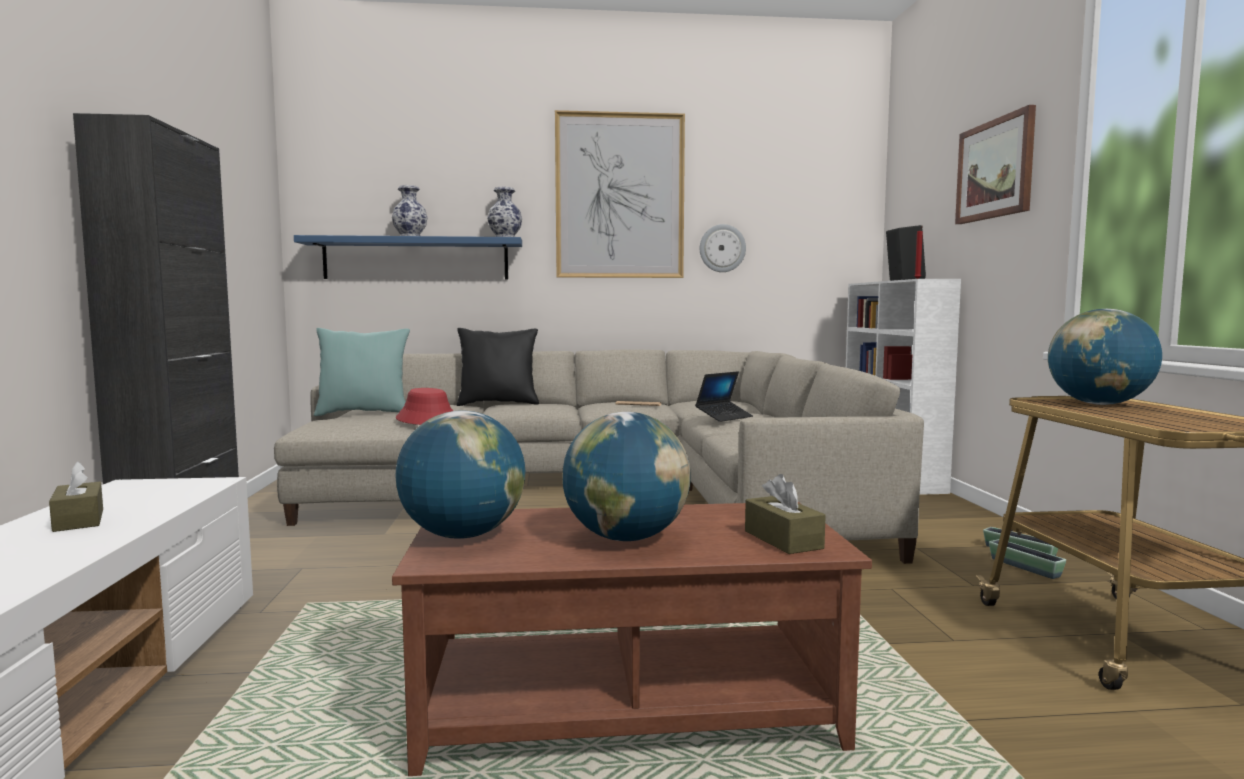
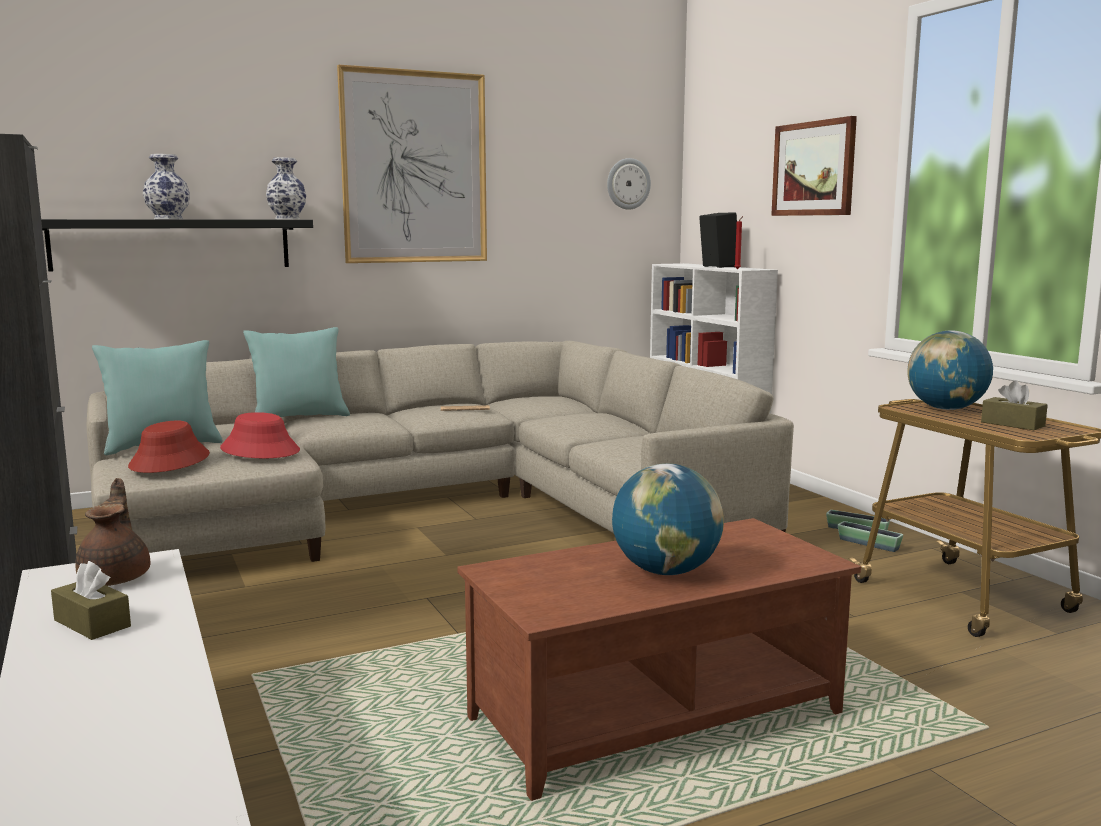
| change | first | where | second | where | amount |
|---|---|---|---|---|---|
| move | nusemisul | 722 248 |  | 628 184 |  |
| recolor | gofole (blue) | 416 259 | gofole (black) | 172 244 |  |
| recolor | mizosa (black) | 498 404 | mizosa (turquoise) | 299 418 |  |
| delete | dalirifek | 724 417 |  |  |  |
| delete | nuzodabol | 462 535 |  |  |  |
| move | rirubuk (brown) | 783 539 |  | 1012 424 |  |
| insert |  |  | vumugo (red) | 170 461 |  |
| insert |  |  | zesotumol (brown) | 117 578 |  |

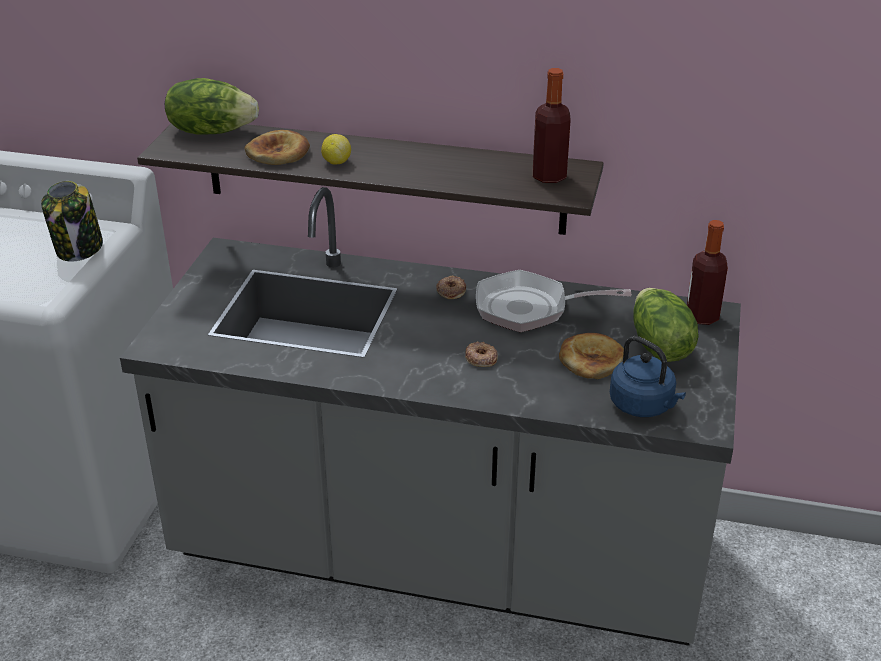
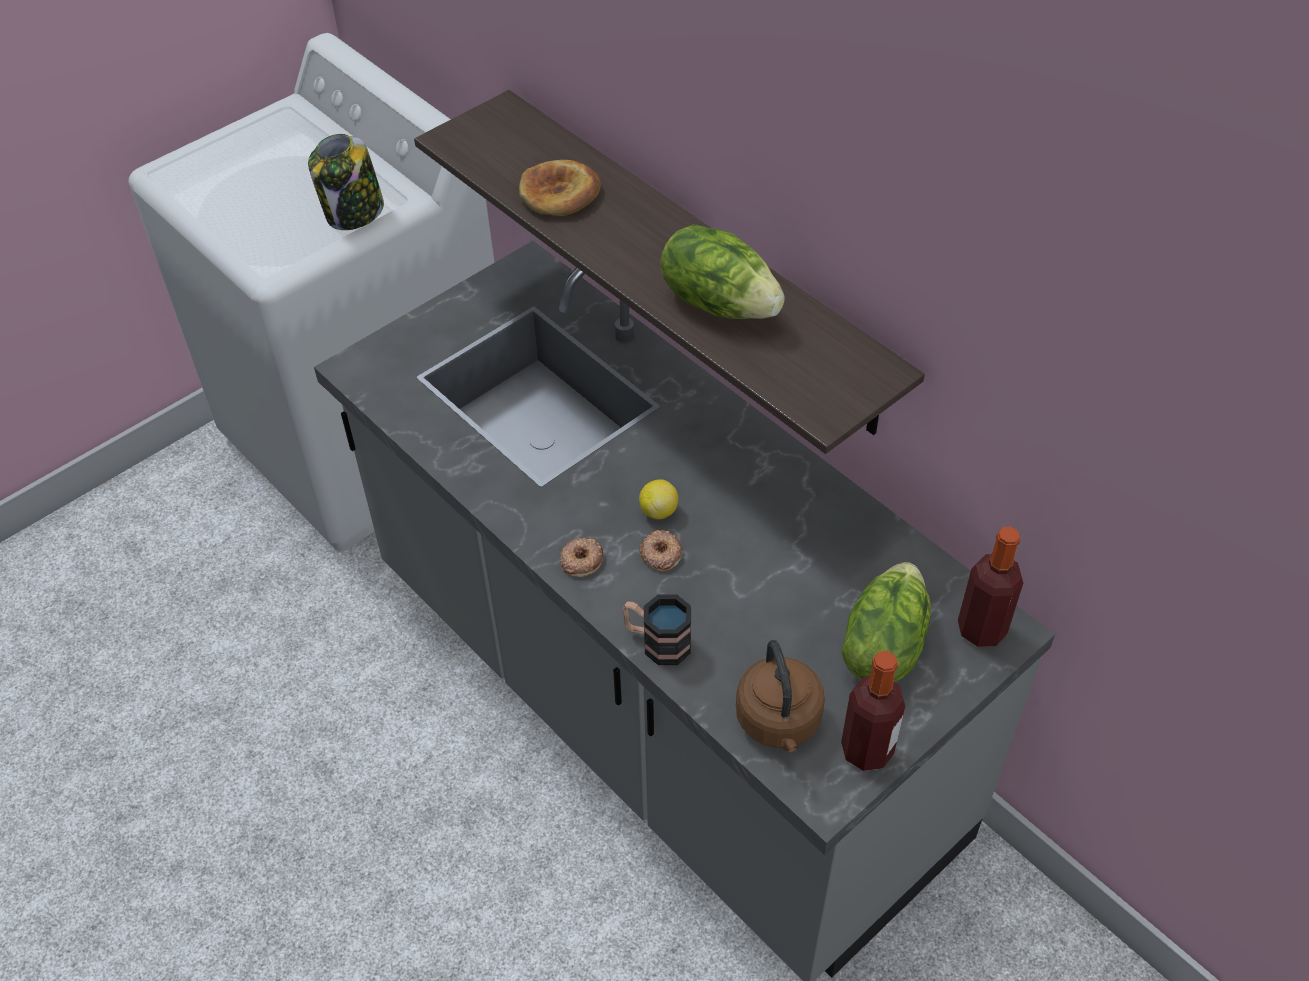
| change | first | where | second | where | amount |
|---|---|---|---|---|---|
| move | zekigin | 549 176 |  | 867 750 |  |
| move | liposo | 211 131 |  | 719 302 |  |
| move | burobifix | 336 162 |  | 658 511 |  |
| delete | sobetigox | 529 308 |  |  |  |
| move | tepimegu | 451 291 |  | 581 560 |  |
| delete | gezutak | 591 359 |  |  |  |
| recolor | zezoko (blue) | 644 406 | zezoko (brown) | 779 722 |  |
| insert |  |  | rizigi | 657 642 |  |

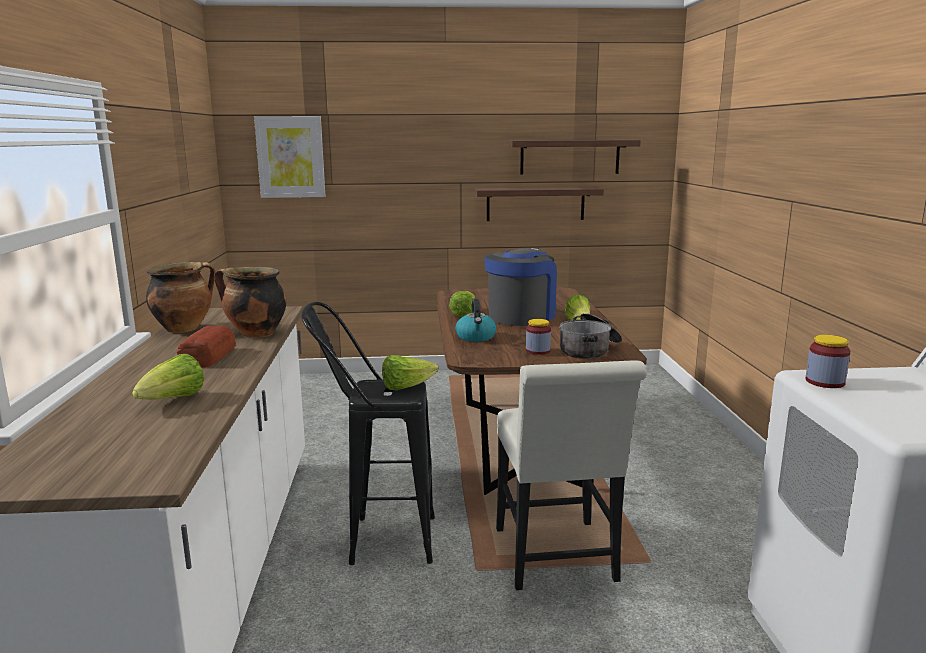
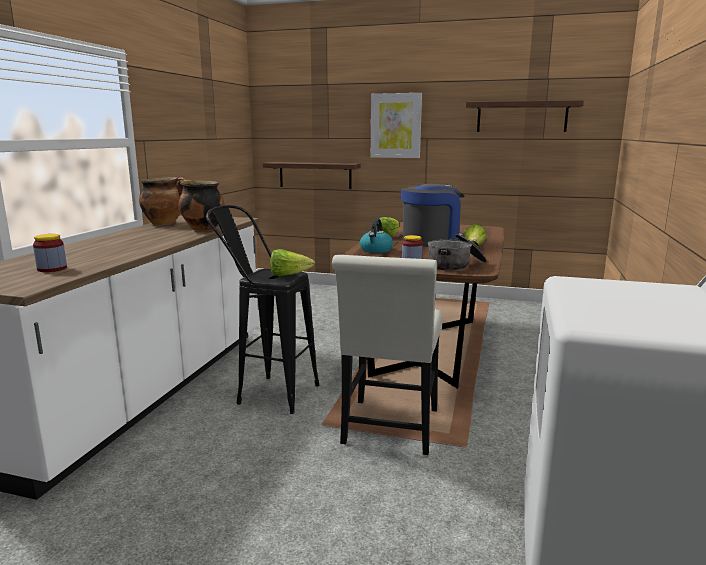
| change | first | where | second | where | amount |
|---|---|---|---|---|---|
| move | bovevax | 290 157 |  | 395 126 |  |
| move | gofole | 535 204 |  | 315 175 |  |
| delete | gezutak | 209 356 |  |  |  |
| move | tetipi | 825 382 |  | 52 269 |  |
| delete | liposo | 173 400 |  |  |  |

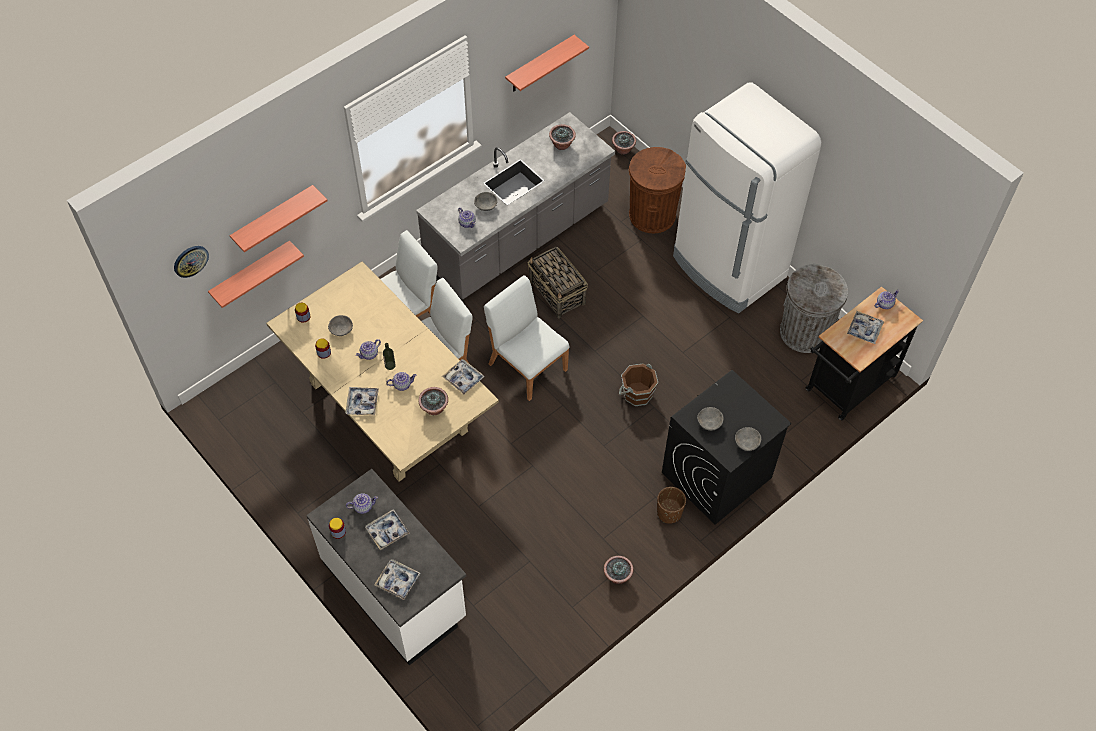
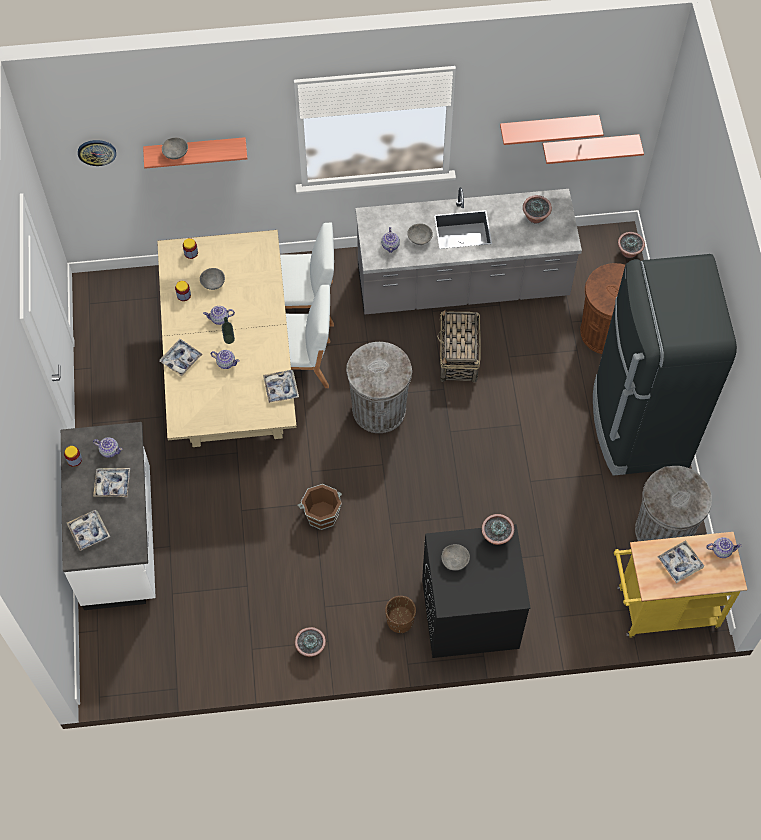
| change | first | where | second | where | amount |
|---|---|---|---|---|---|
| recolor | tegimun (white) | 728 268 | tegimun (black) | 638 426 |  |
| move | gofole | 251 273 |  | 589 147 |  |
| replace | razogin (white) | 527 366 | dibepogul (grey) | 379 409 |  |
| recolor | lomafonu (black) | 846 387 | lomafonu (yellow) | 661 609 |  |
| move | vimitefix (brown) | 637 393 |  | 321 514 |  |
| move | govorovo | 434 409 |  | 496 536 |  |
| move | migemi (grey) | 747 443 |  | 176 153 |  |

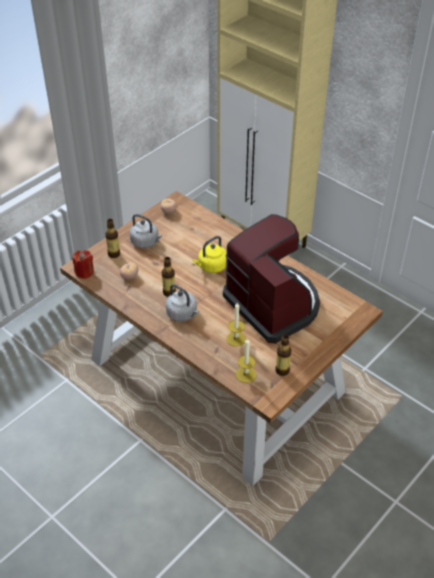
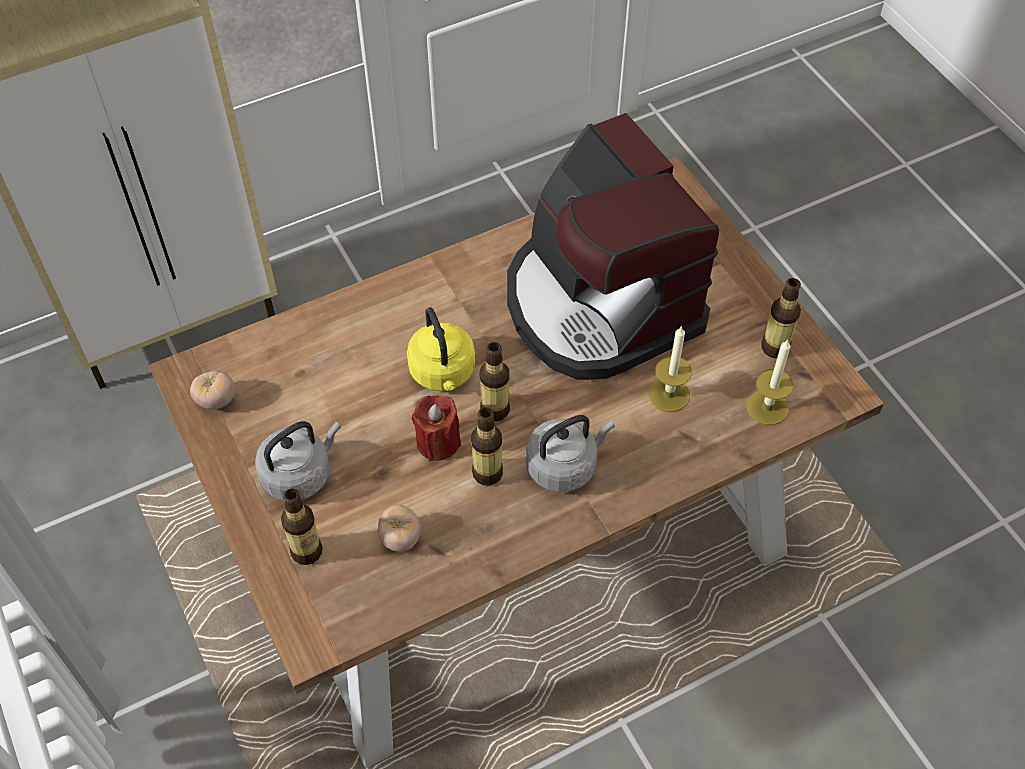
| change | first | where | second | where | amount |
|---|---|---|---|---|---|
| rotate | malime | 273 304 |  | 599 305 | 105 degrees counterclockwise |
| move | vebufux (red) | 84 272 |  | 438 442 |  |
| insert |  |  | zekigin | 495 410 |  |

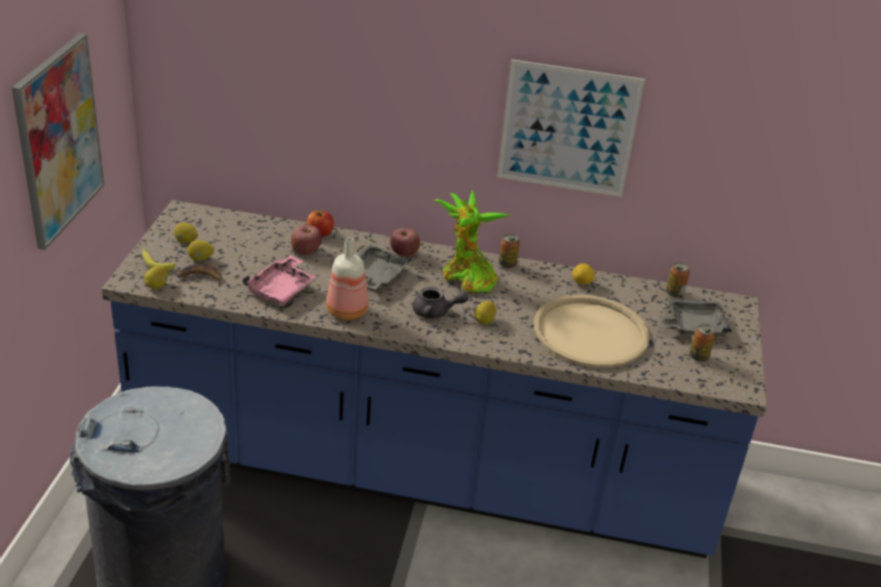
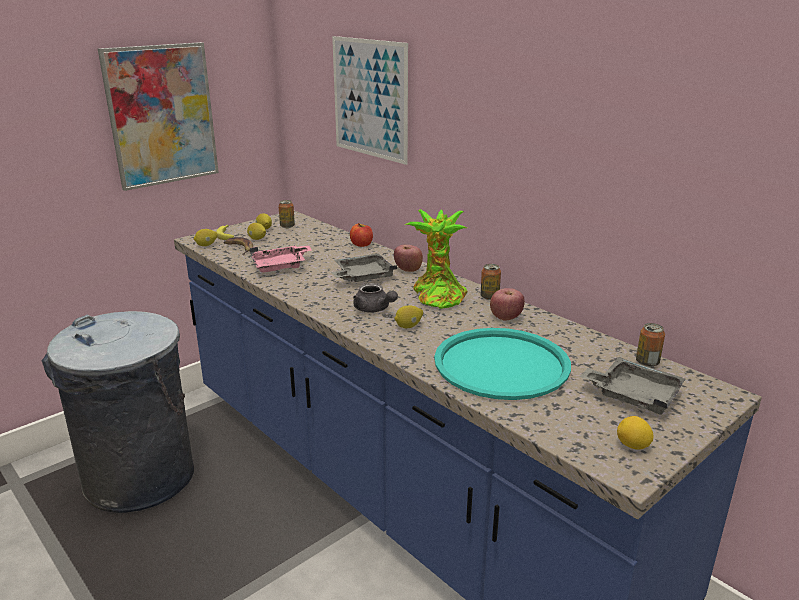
| change | first | where | second | where | amount |
|---|---|---|---|---|---|
| move | bovevax | 568 129 |  | 369 99 |  |
| move | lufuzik | 305 251 |  | 506 317 |  |
| delete | zekigin | 347 310 |  |  |  |
| move | burobifix | 582 283 |  | 632 446 |  |
| recolor | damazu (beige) | 590 333 | damazu (turquoise) | 501 364 |  |
| move | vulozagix | 698 357 |  | 287 226 |  |

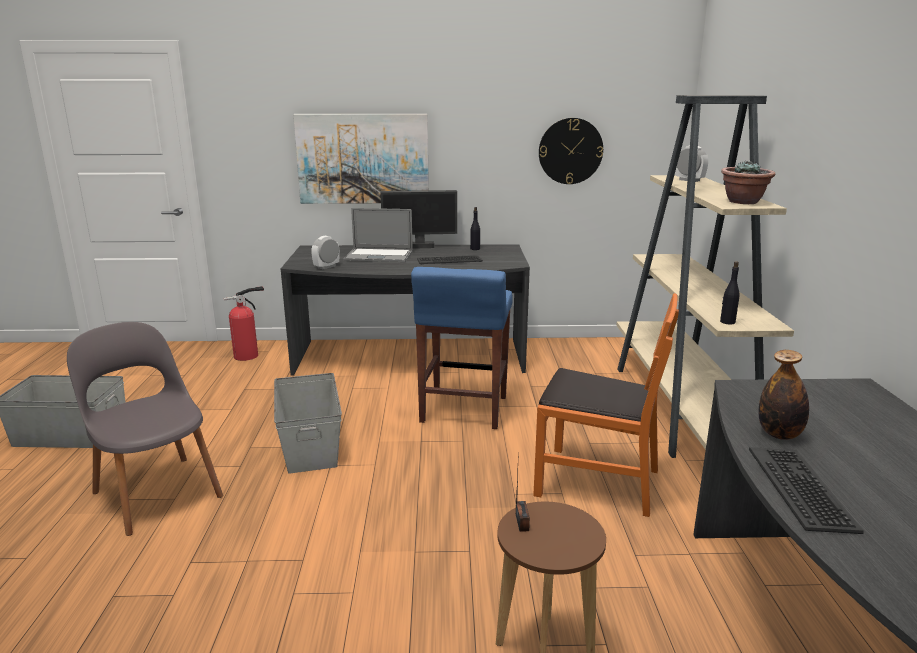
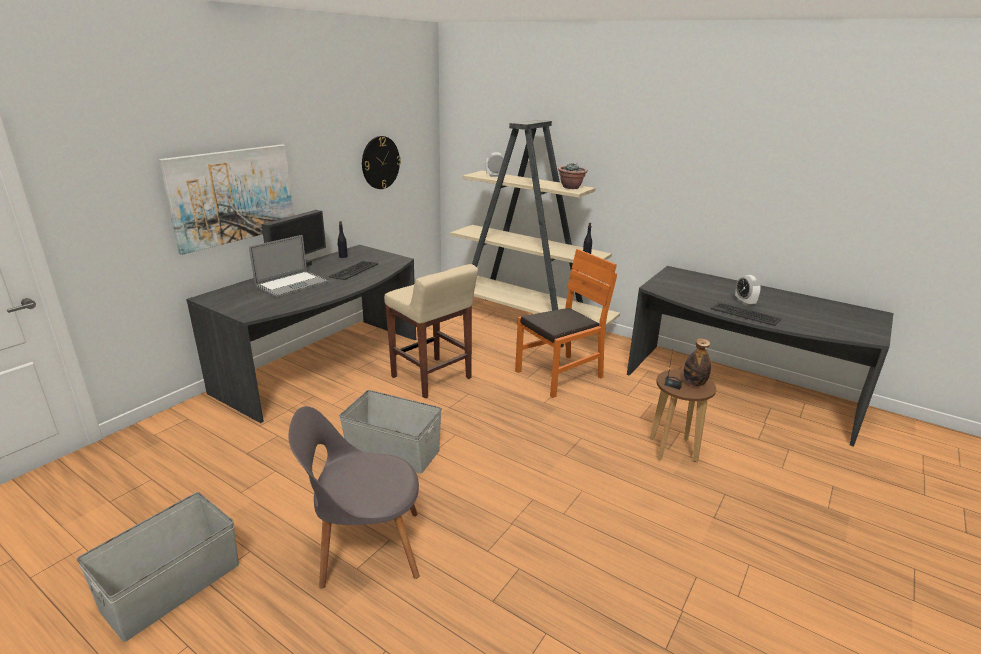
| change | first | where | second | where | amount |
|---|---|---|---|---|---|
| move | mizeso | 326 267 |  | 744 302 |  |
| recolor | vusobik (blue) | 463 410 | vusobik (beige) | 432 378 |  |
| delete | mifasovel | 249 355 |  |  |  |
| move | zekigin | 779 434 |  | 694 383 |  |

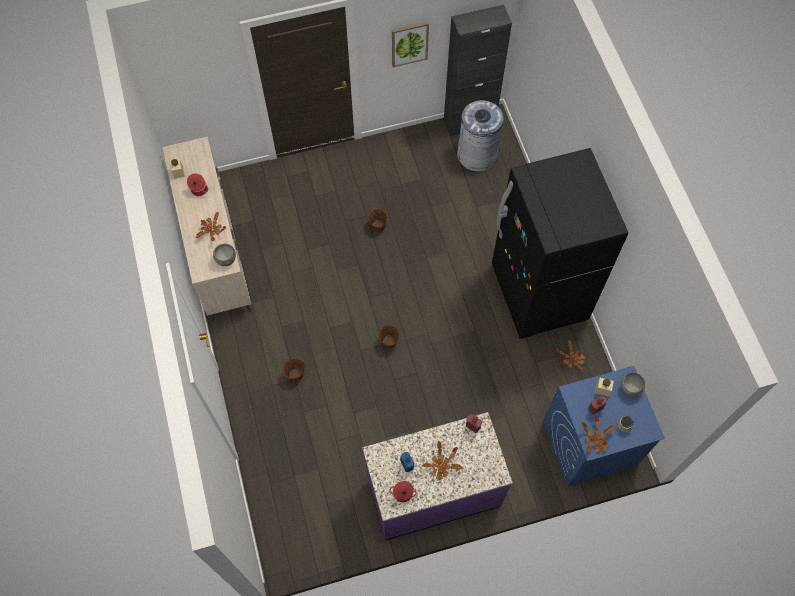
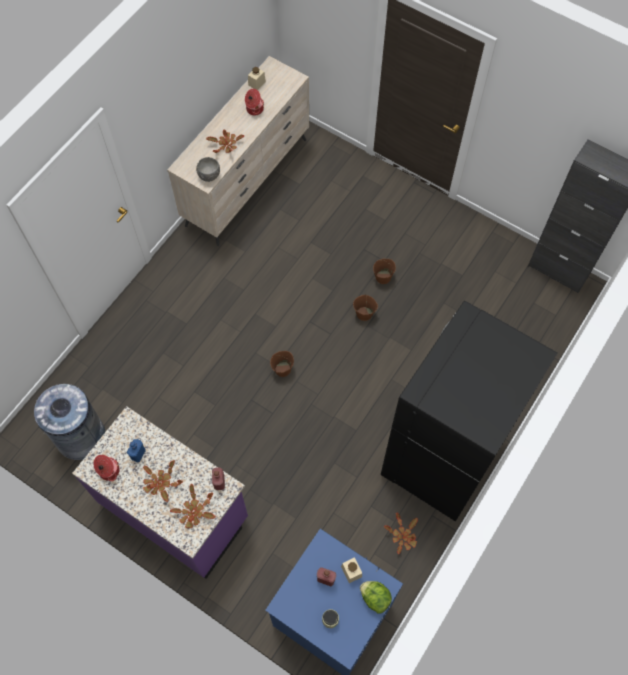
| change | first | where | second | where | amount |
|---|---|---|---|---|---|
| delete | bovevax | 409 43 |  |  |  |
| move | dibepogul (grey) | 477 155 |  | 81 436 |  |
| move | vimitefix (brown) | 296 374 |  | 364 313 |  |
| replace | migemi (grey) | 630 388 | liposo | 375 598 |  |
| move | govorovo | 595 439 |  | 194 512 |  |

